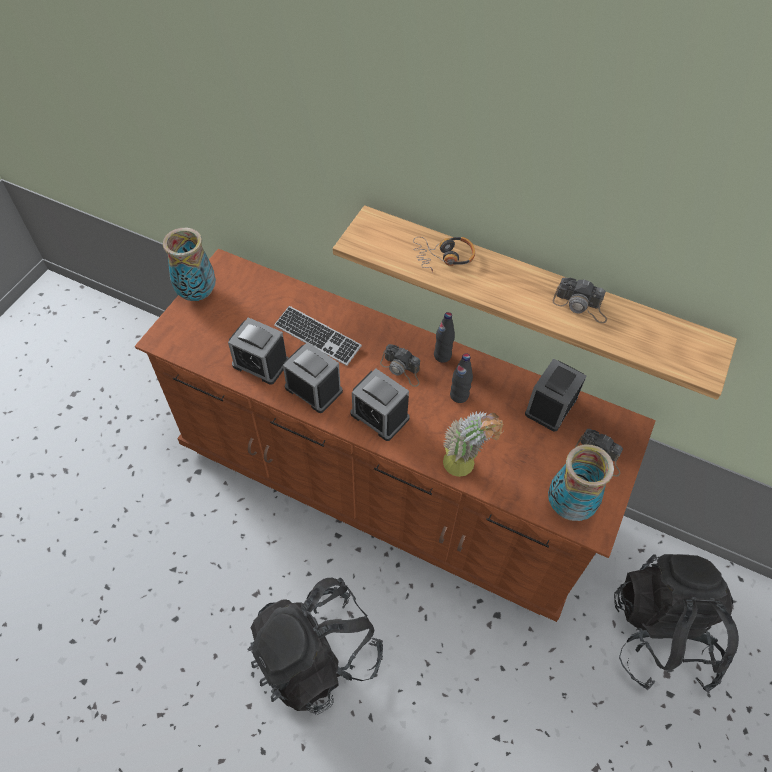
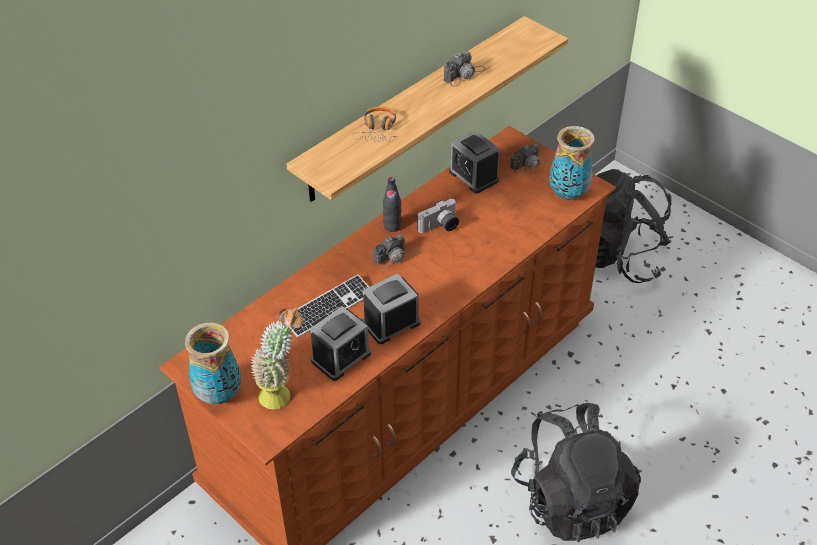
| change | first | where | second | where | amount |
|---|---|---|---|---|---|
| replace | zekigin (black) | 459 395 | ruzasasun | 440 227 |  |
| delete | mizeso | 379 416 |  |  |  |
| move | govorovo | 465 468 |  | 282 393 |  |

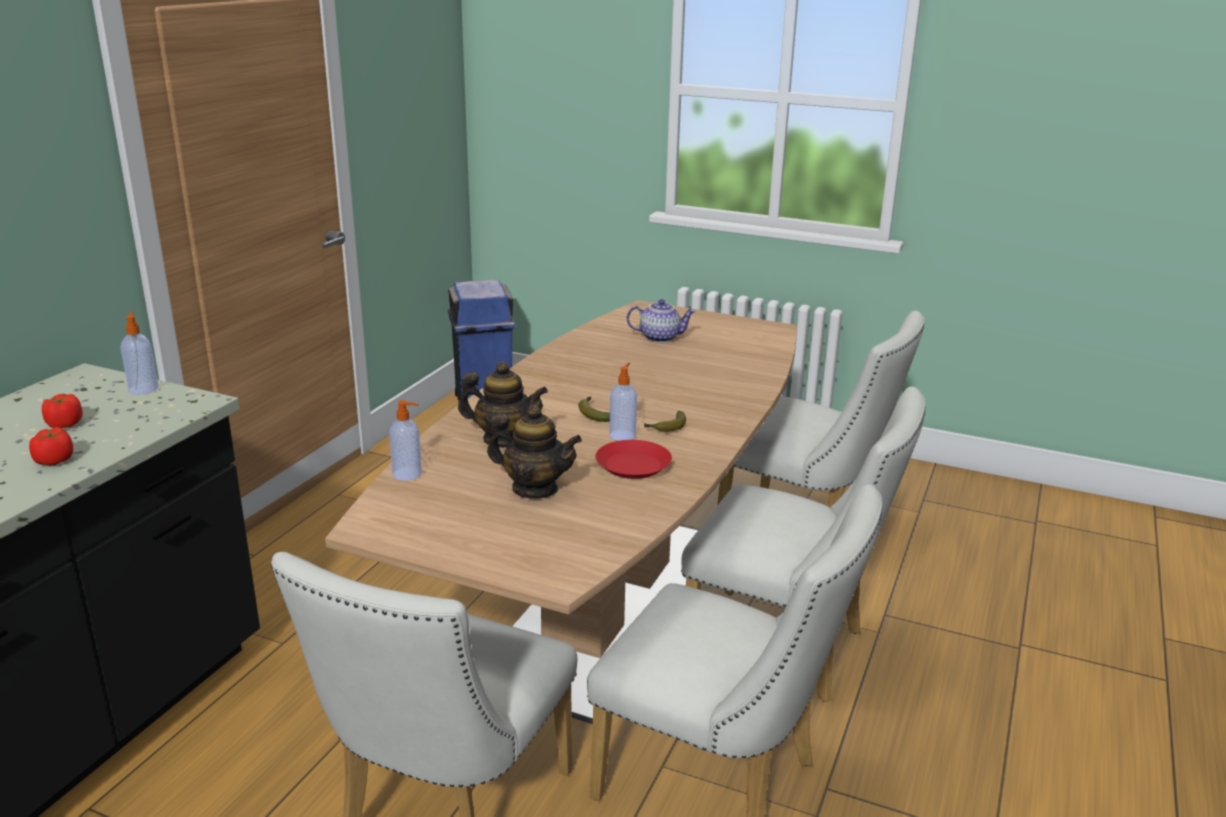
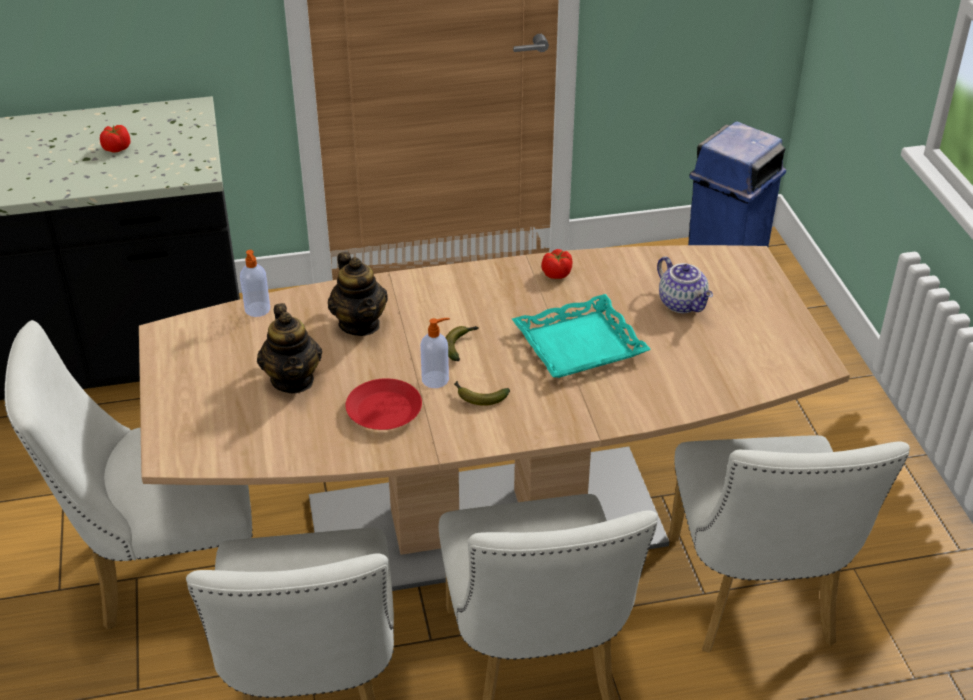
| change | first | where | second | where | amount |
|---|---|---|---|---|---|
| delete | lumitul | 143 388 |  |  |  |
| move | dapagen | 55 460 |  | 557 274 |  |
| insert |  |  | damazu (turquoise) | 579 344 |  |

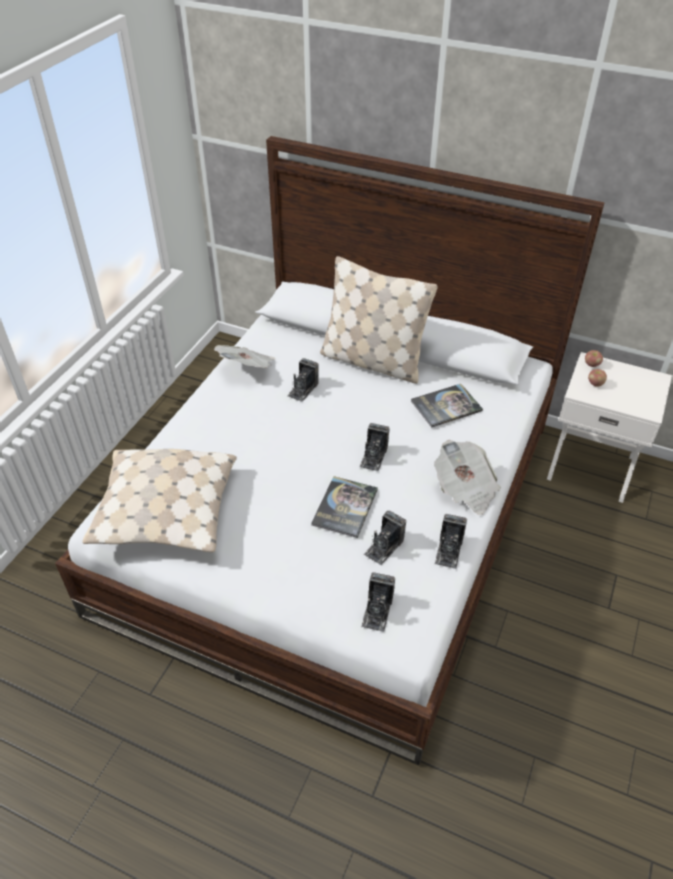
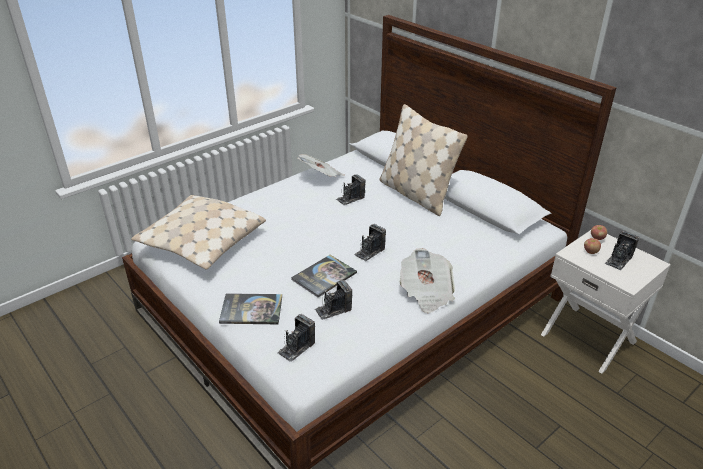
| change | first | where | second | where | amount |
|---|---|---|---|---|---|
| move | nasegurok | 446 406 |  | 251 310 |  |
| move | ruzasasun | 449 550 |  | 618 260 |  |

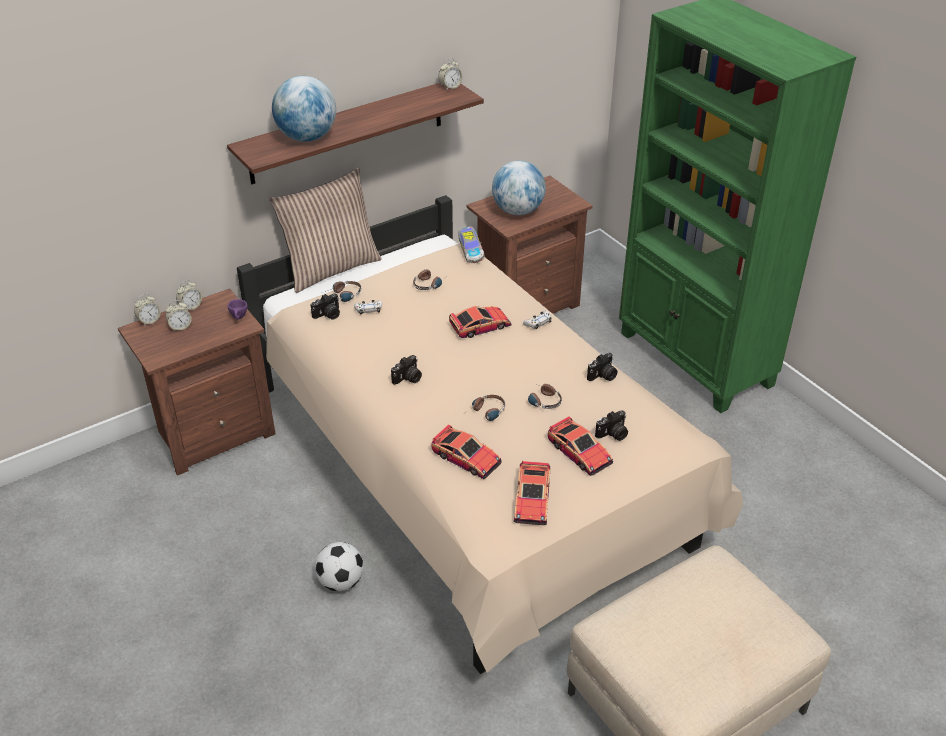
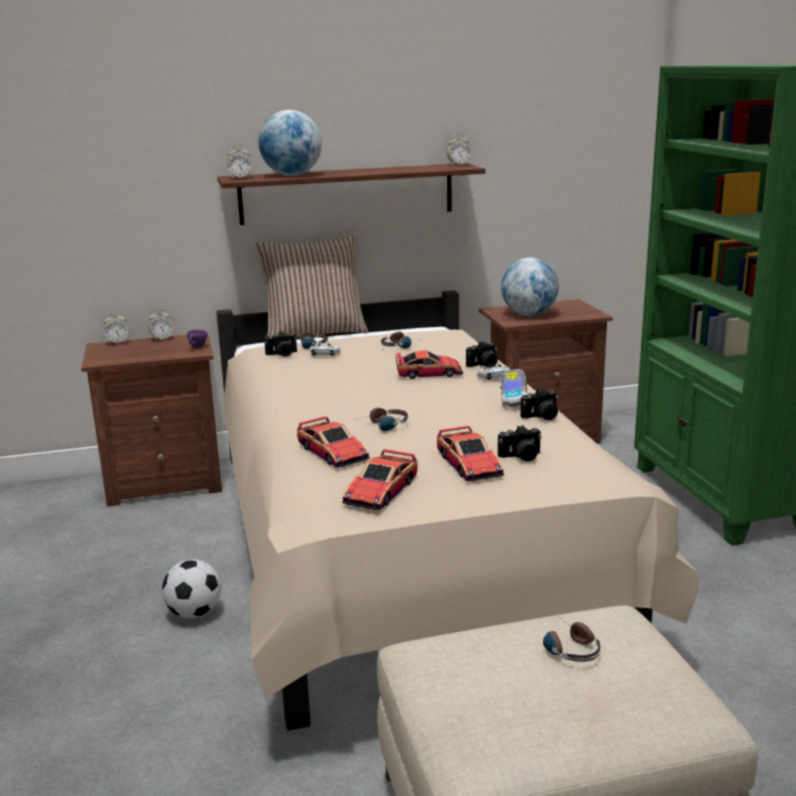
| change | first | where | second | where | amount |
|---|---|---|---|---|---|
| move | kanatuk | 470 251 |  | 513 398 |  |
| move | mizeso | 180 327 |  | 240 178 |  |
| move | ruzasasun | 408 378 |  | 484 365 |  |
| move | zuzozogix | 541 399 |  | 567 647 |  |

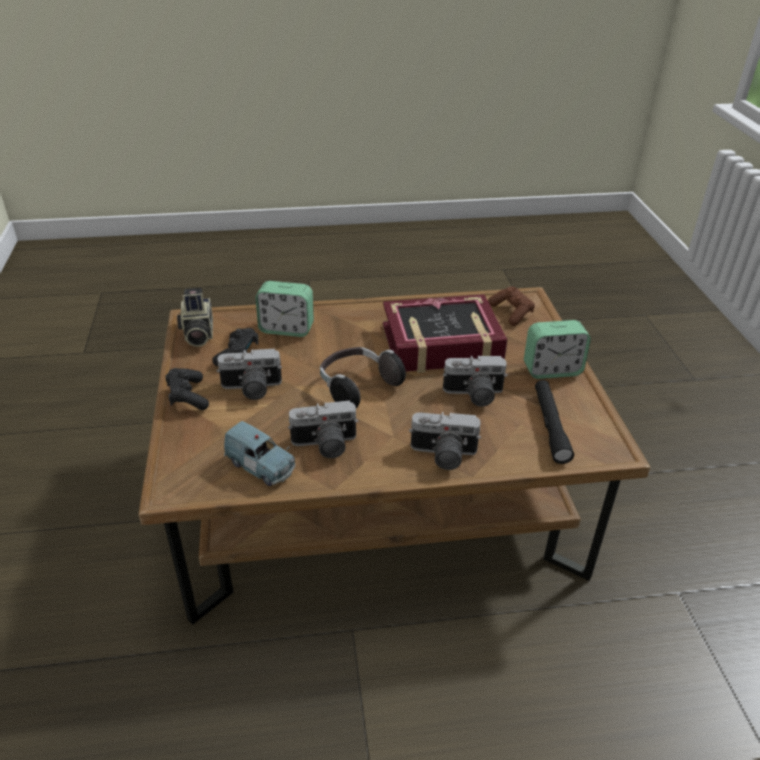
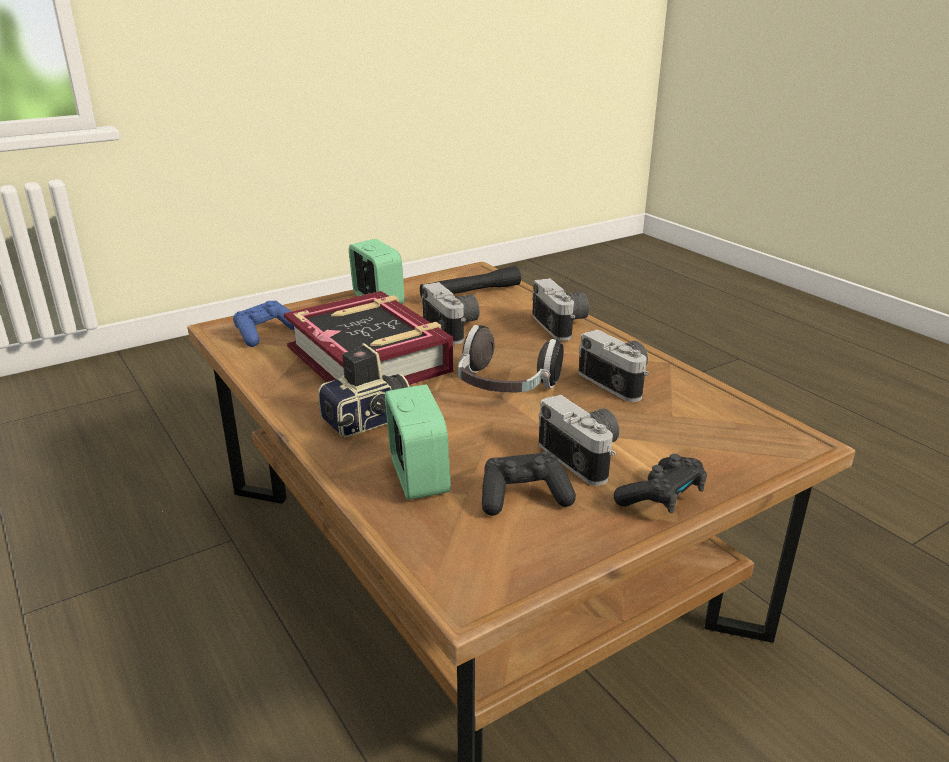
| change | first | where | second | where | amount |
|---|---|---|---|---|---|
| recolor | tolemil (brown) | 511 313 | tolemil (blue) | 265 333 |  |
| move | ruzasasun | 197 334 |  | 368 420 |  |
| delete | kanatuk (blue) | 261 466 |  |  |  |

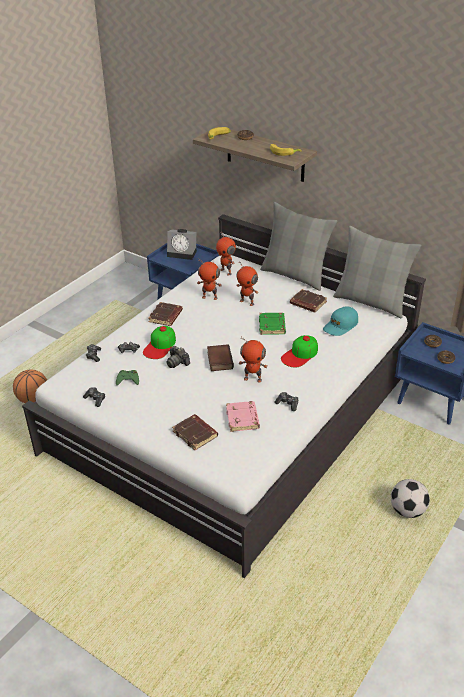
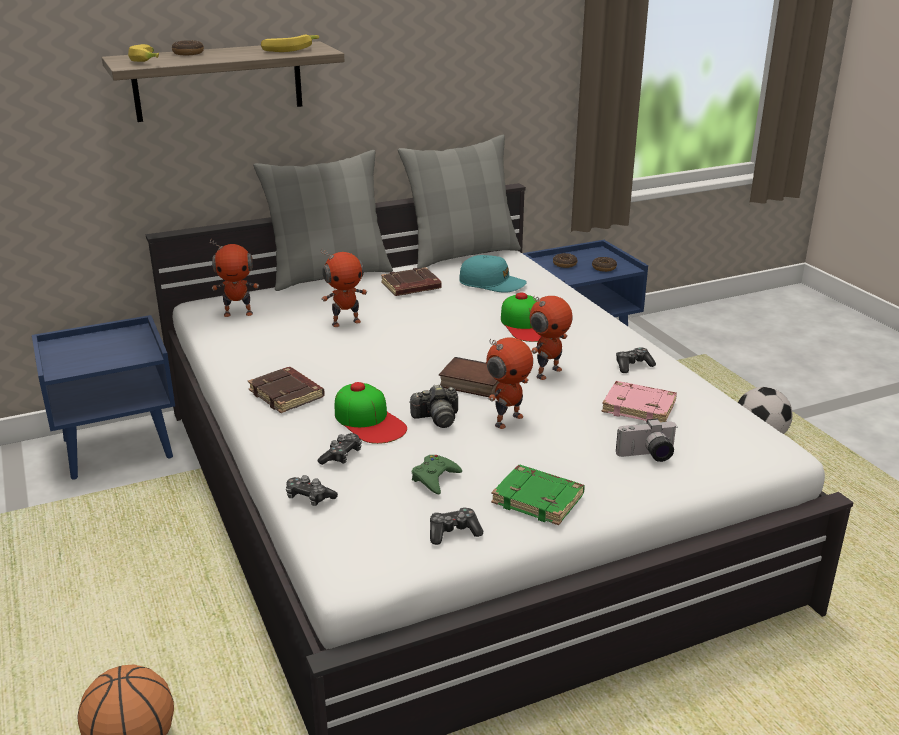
| change | first | where | second | where | amount |
|---|---|---|---|---|---|
| delete | mizeso | 183 253 |  |  |  |
| move | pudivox | 210 297 |  | 507 420 |  |
| rotate | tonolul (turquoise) | 340 326 |  | 492 283 | 60 degrees counterclockwise |
| move | nasegurok (green) | 272 326 |  | 539 499 |  |
| replace | nasegurok (brown) | 196 434 | ruzasasun | 648 456 |  |

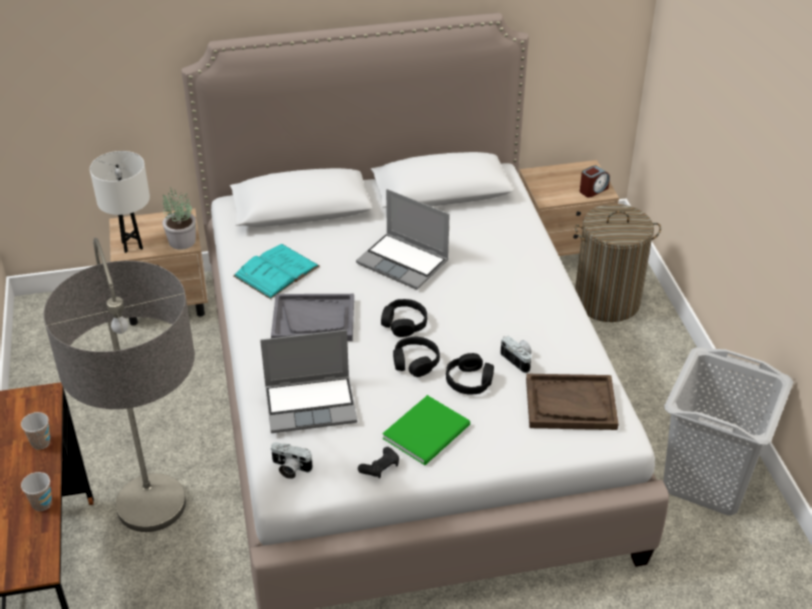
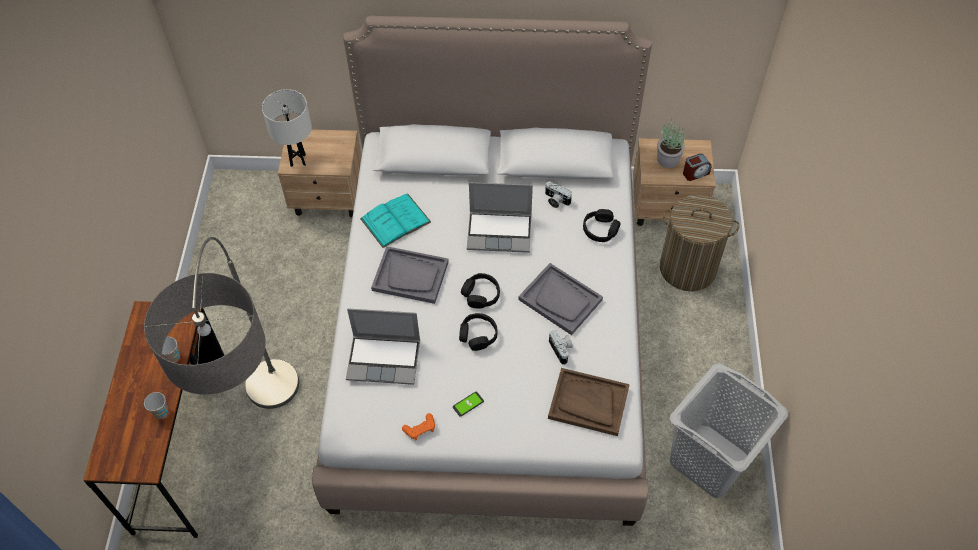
| change | first | where | second | where | amount |
|---|---|---|---|---|---|
| move | govorovo | 181 241 |  | 667 159 |  |
| rotate | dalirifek | 404 262 |  | 500 232 | 45 degrees counterclockwise |
| move | zuzozogix (black) | 469 381 |  | 600 229 |  |
| replace | nasegurok (green) | 429 431 | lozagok | 468 404 |  |
| move | ruzasasun | 290 468 |  | 555 200 |  |
| recolor | tolemil (black) | 380 467 | tolemil (orange) | 420 429 |  |
| insert |  |  | damazu (grey) | 560 300 |  |

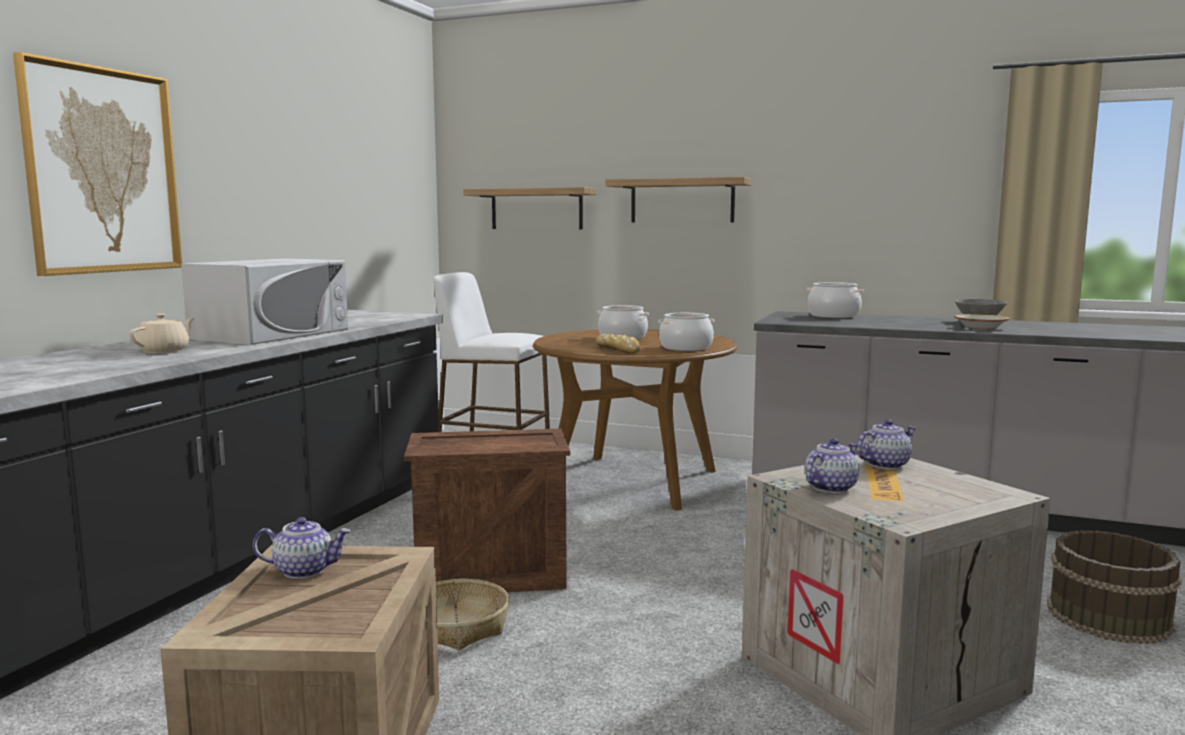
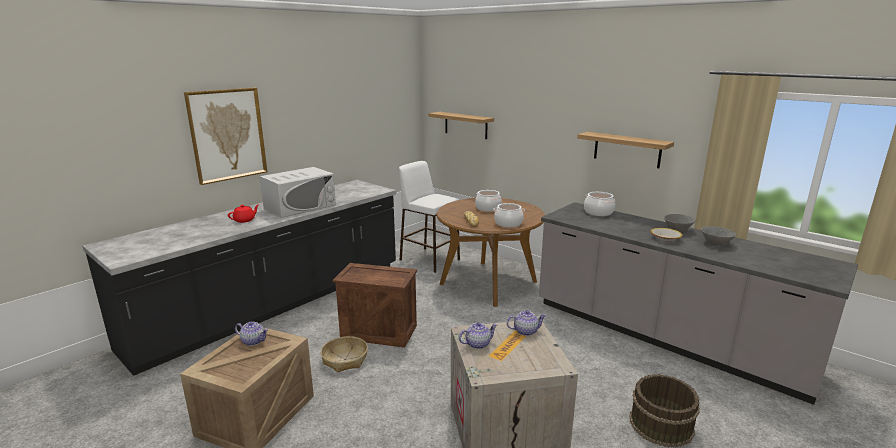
| change | first | where | second | where | amount |
|---|---|---|---|---|---|
| move | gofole | 682 201 |  | 627 149 |  |
| recolor | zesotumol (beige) | 165 351 | zesotumol (red) | 245 220 |  |
| insert |  |  | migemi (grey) | 716 243 |  |

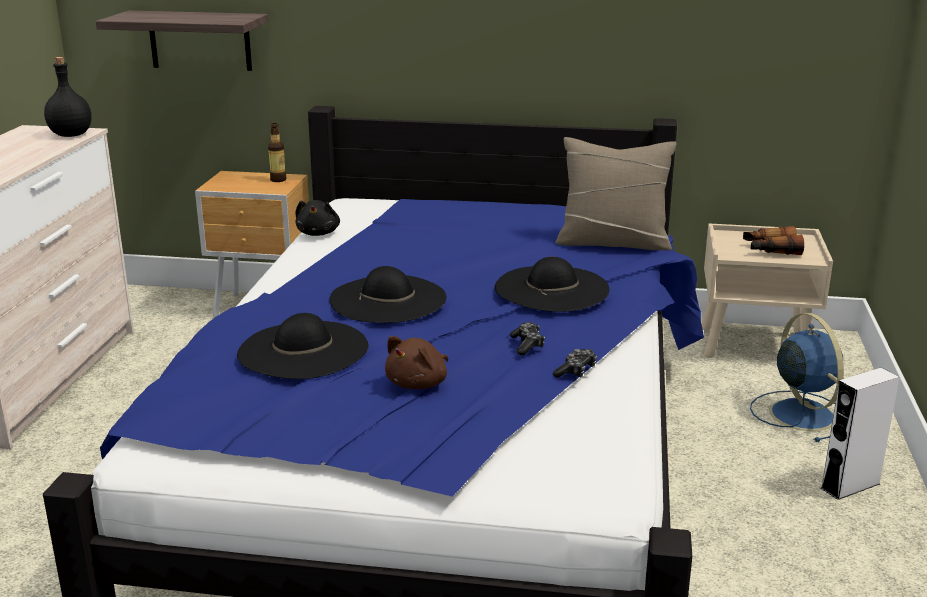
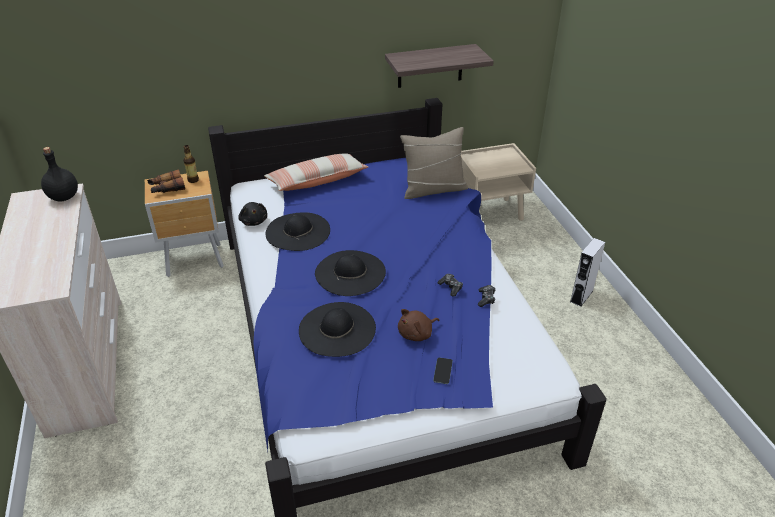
| change | first | where | second | where | amount |
|---|---|---|---|---|---|
| move | gofole | 200 40 |  | 430 66 |  |
| move | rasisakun | 770 250 |  | 167 188 |  |
| move | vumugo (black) | 551 288 |  | 298 231 |  |
| delete | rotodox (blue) | 800 413 |  |  |  |
| rotate | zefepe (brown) | 419 383 |  | 417 334 | 45 degrees clockwise |
| insert |  |  | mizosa | 317 181 |  |
| insert |  |  | lozagok | 443 371 |  |

